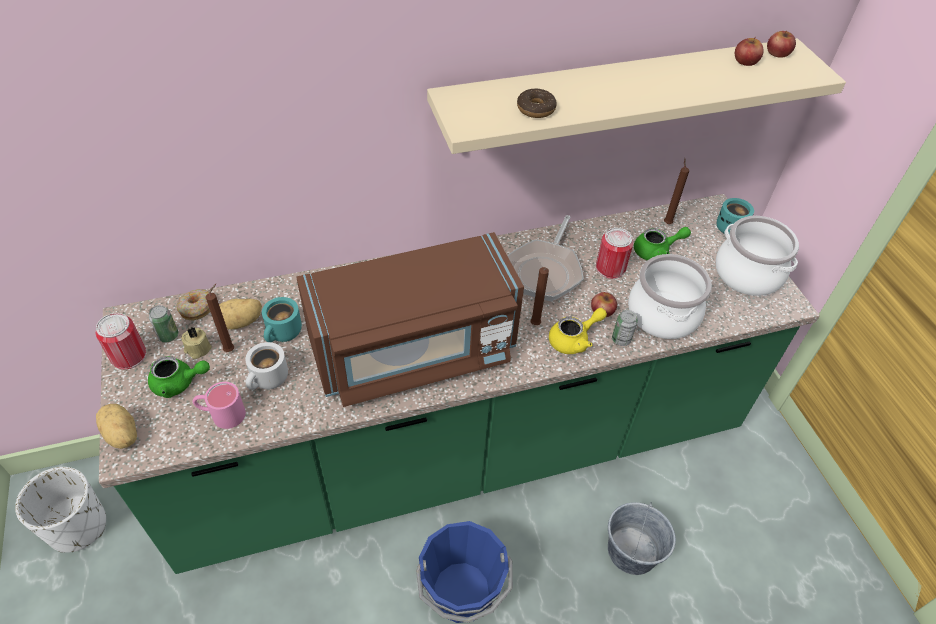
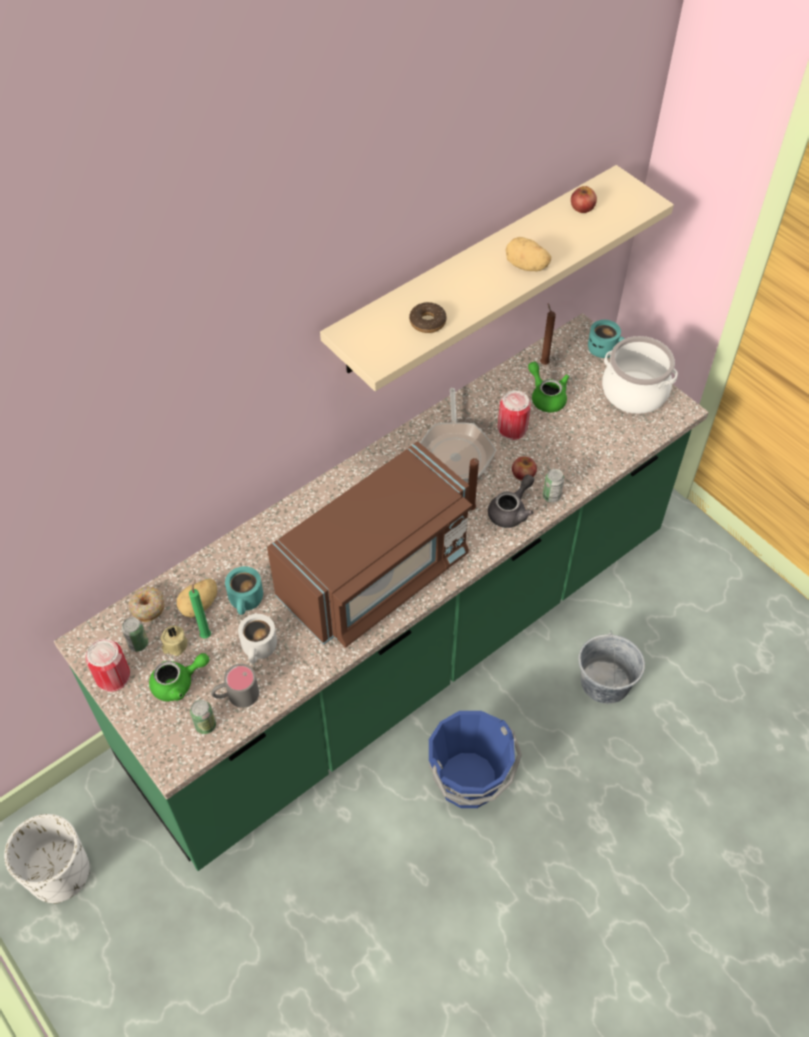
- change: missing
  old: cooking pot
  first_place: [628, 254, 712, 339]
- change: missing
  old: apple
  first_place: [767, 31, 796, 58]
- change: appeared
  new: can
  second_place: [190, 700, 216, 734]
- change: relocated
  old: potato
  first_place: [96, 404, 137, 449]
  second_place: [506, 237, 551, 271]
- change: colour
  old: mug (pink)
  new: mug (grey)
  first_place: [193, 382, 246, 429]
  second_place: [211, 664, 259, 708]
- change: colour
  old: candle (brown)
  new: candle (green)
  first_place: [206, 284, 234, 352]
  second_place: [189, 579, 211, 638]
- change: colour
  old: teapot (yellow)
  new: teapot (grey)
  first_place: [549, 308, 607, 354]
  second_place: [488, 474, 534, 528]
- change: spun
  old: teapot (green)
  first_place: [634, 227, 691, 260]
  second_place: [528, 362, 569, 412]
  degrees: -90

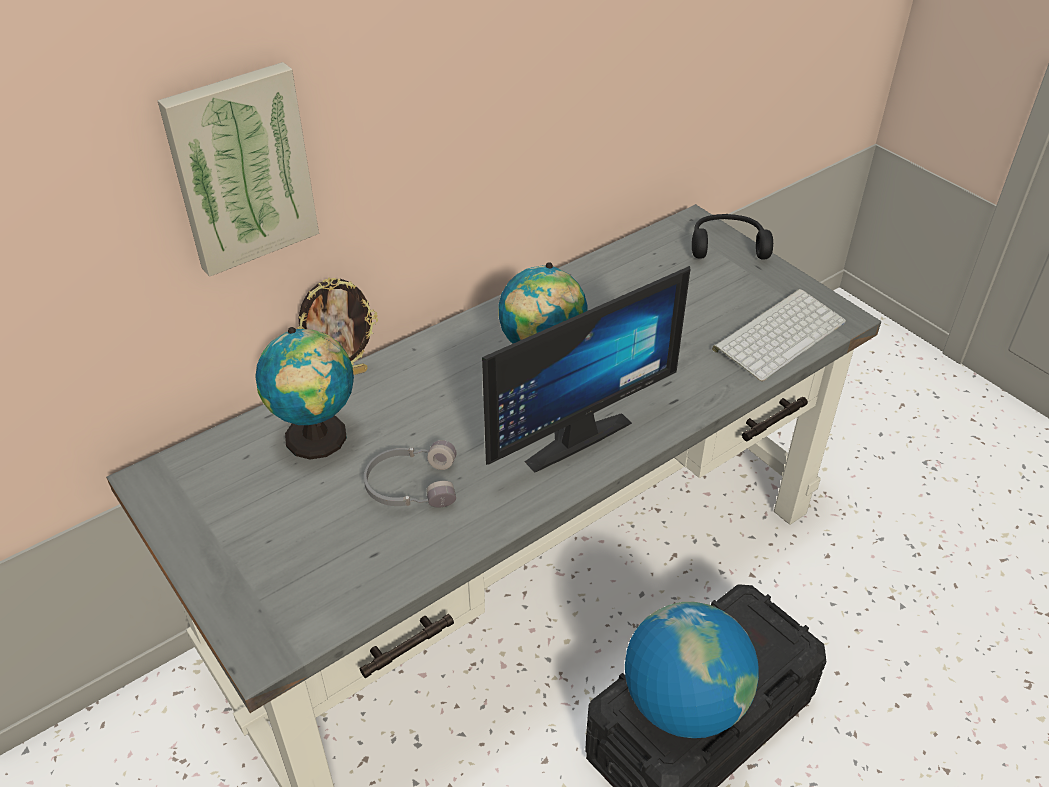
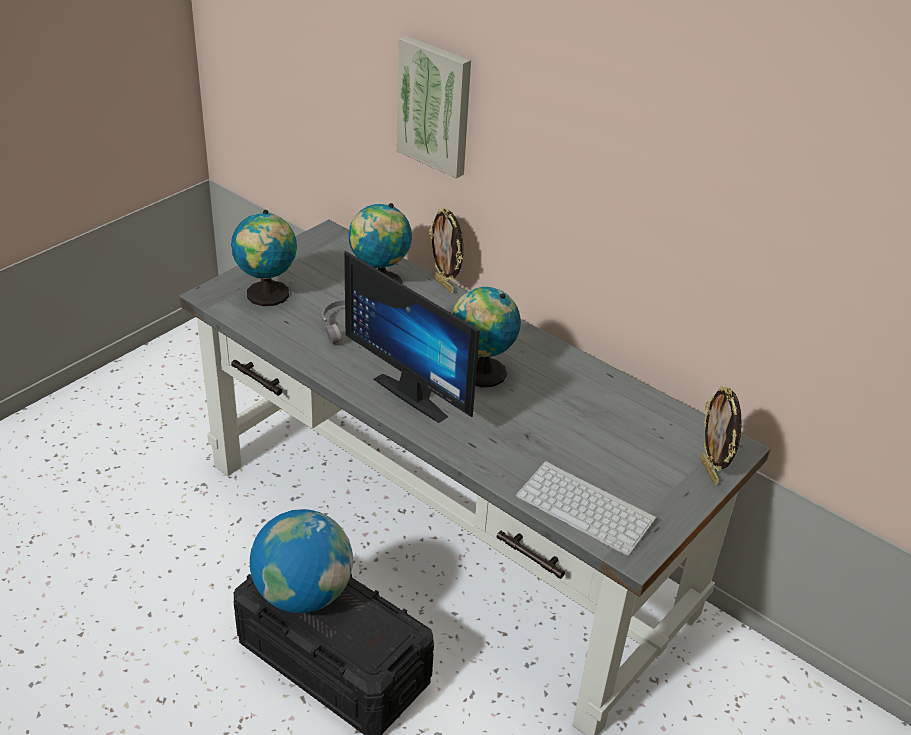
- change: appeared
  new: globe
  second_place: [231, 210, 297, 306]
- change: exchanged
  old: headphones (black)
  new: picture frame
  first_place: [692, 214, 773, 259]
  second_place: [701, 385, 742, 485]

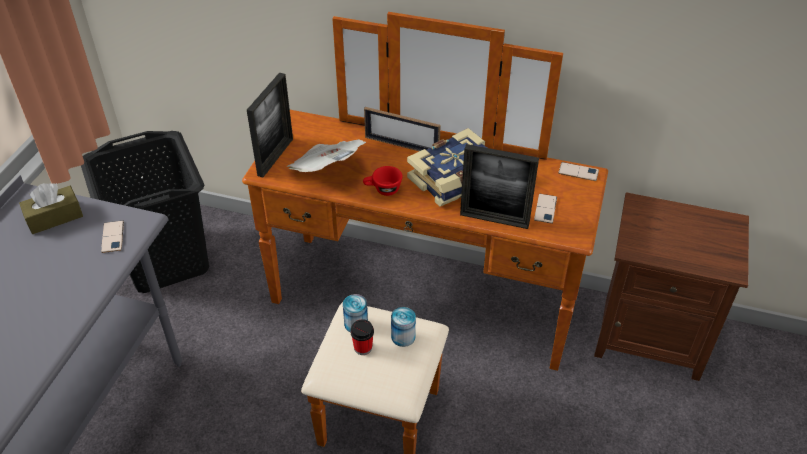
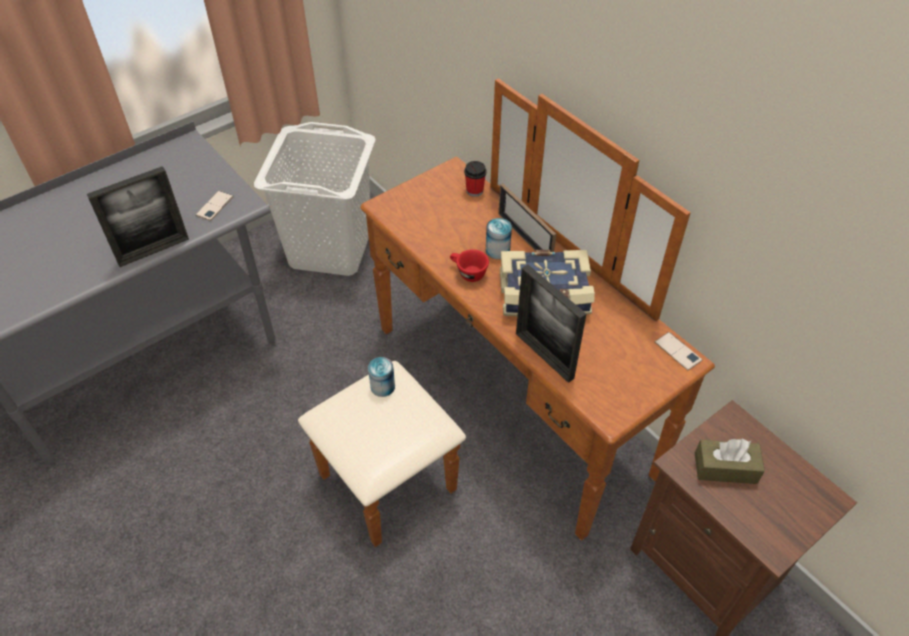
- change: missing
  old: newspaper
  first_place: [287, 139, 366, 172]
- change: missing
  old: phone
  first_place: [534, 194, 557, 224]
- change: relocated
  old: tissue box (brown)
  first_place: [19, 183, 83, 234]
  second_place: [695, 439, 765, 484]
- change: relocated
  old: picture frame
  first_place: [247, 73, 293, 177]
  second_place: [87, 166, 189, 267]
- change: relocated
  old: cup
  first_place: [350, 319, 374, 355]
  second_place: [464, 161, 487, 197]
- change: relocated
  old: can
  first_place: [391, 307, 416, 347]
  second_place: [486, 218, 512, 259]
- change: colour
  old: laundry basket (black)
  new: laundry basket (white)
  first_place: [81, 131, 209, 293]
  second_place: [254, 122, 376, 276]

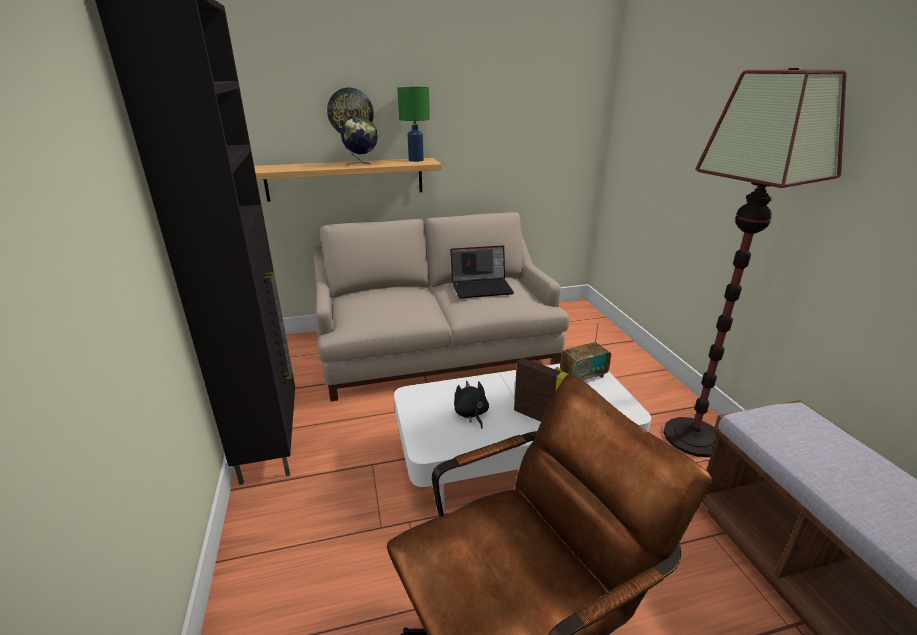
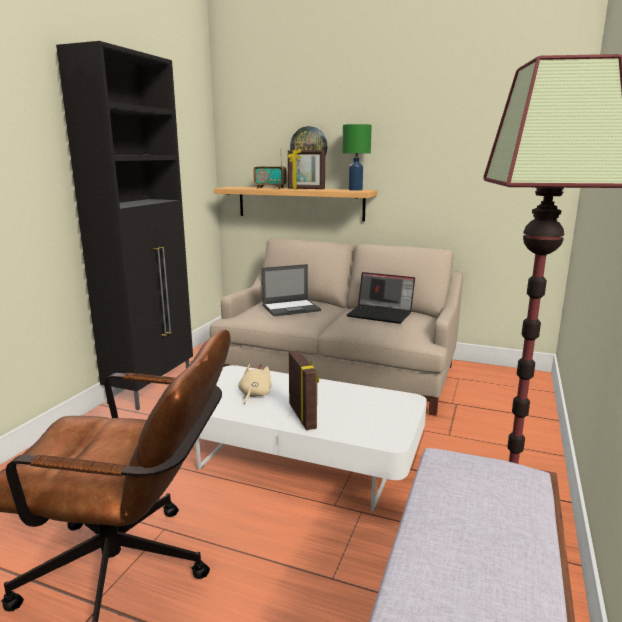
- change: appeared
  new: laptop
  second_place: [261, 264, 321, 316]
- change: relocated
  old: radio
  first_place: [560, 323, 611, 380]
  second_place: [253, 158, 287, 189]
- change: exchanged
  old: globe
  new: picture frame
  first_place: [341, 116, 378, 166]
  second_place: [287, 148, 325, 189]
- change: colour
  old: plush toy (black)
  new: plush toy (beige)
  first_place: [454, 381, 489, 429]
  second_place: [238, 364, 272, 404]

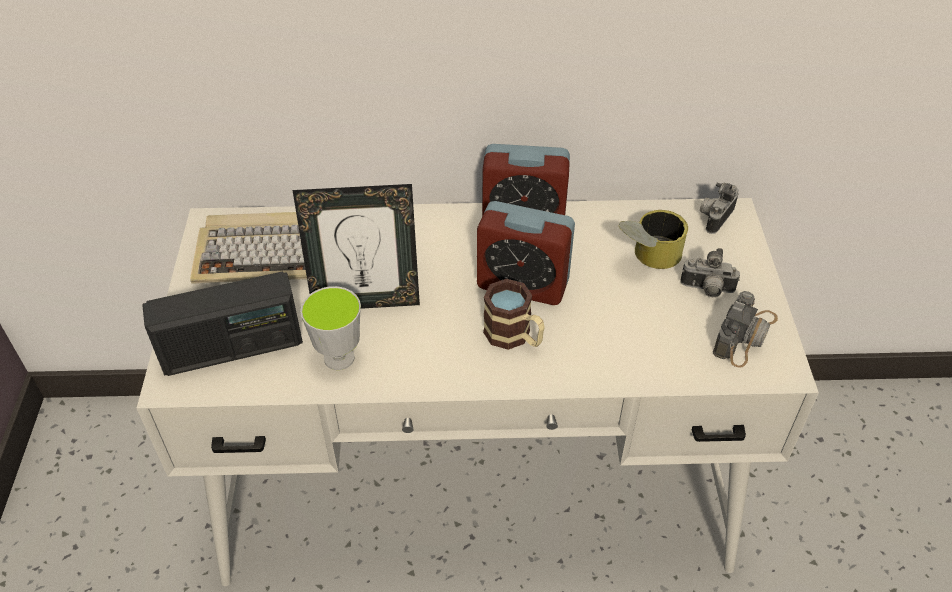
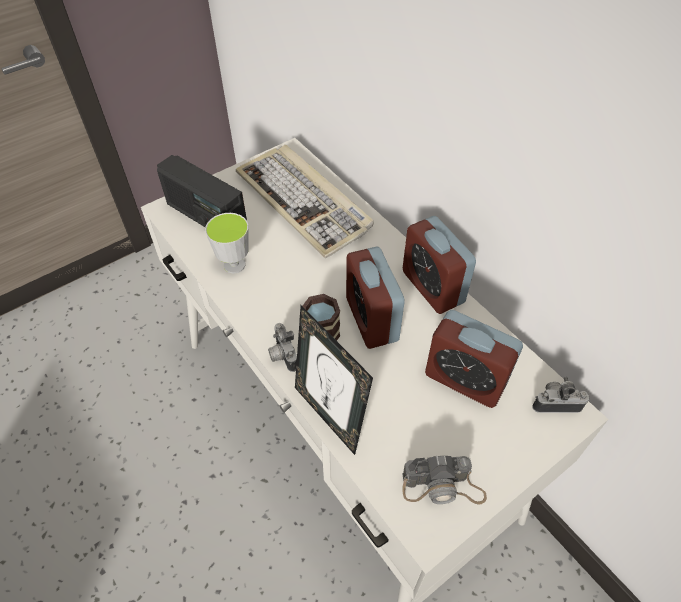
- change: relocated
  old: picture frame
  first_place: [293, 184, 420, 309]
  second_place: [295, 305, 373, 455]
- change: relocated
  old: photo camera
  first_place: [680, 248, 740, 297]
  second_place: [268, 323, 297, 372]
- change: exchanged
  old: can
  new: alarm clock
  first_place: [618, 210, 688, 269]
  second_place: [425, 310, 523, 408]

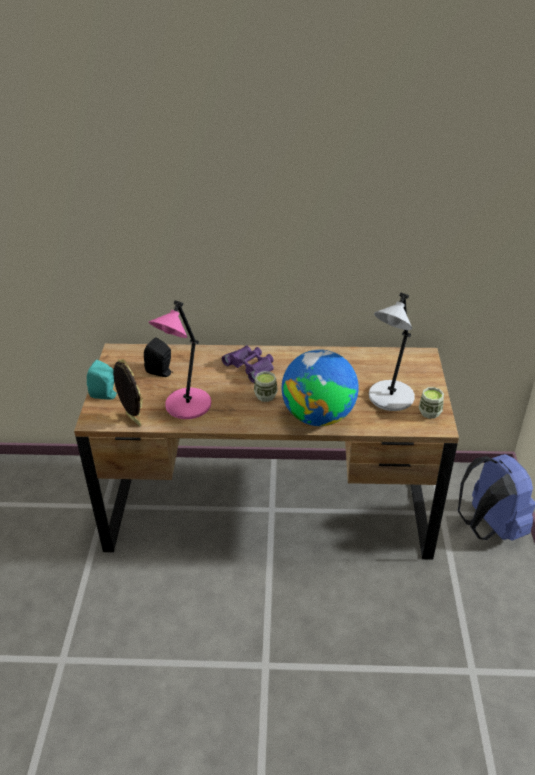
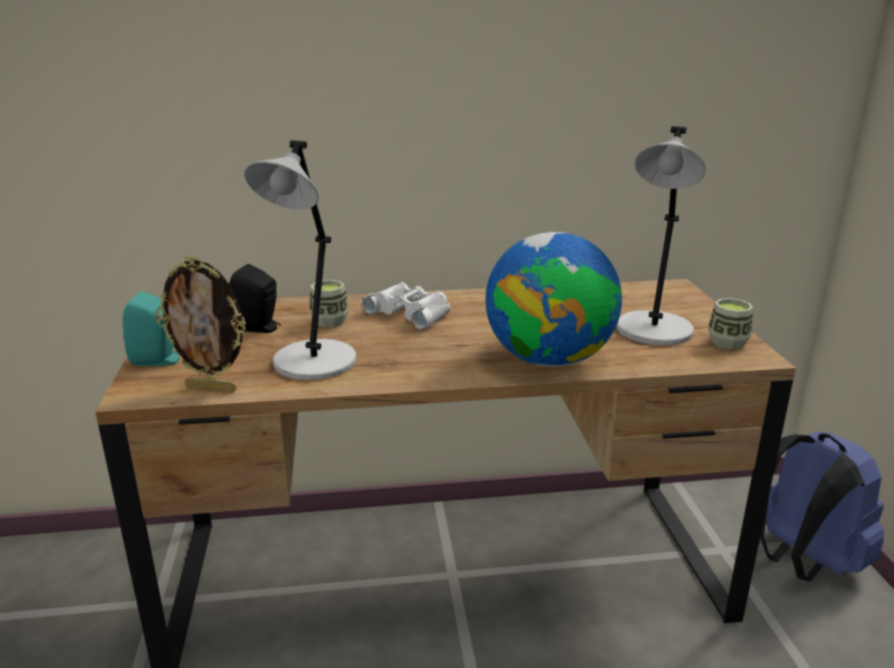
- change: relocated
  old: cup
  first_place: [254, 371, 278, 402]
  second_place: [309, 280, 349, 328]
- change: colour
  old: table lamp (pink)
  new: table lamp (grey)
  first_place: [149, 300, 211, 419]
  second_place: [244, 140, 356, 380]
- change: colour
  old: binoculars (purple)
  new: binoculars (white)
  first_place: [222, 345, 274, 383]
  second_place: [361, 282, 451, 330]
- change: spun
  old: picture frame
  first_place: [113, 359, 143, 427]
  second_place: [155, 256, 246, 393]
  degrees: 150

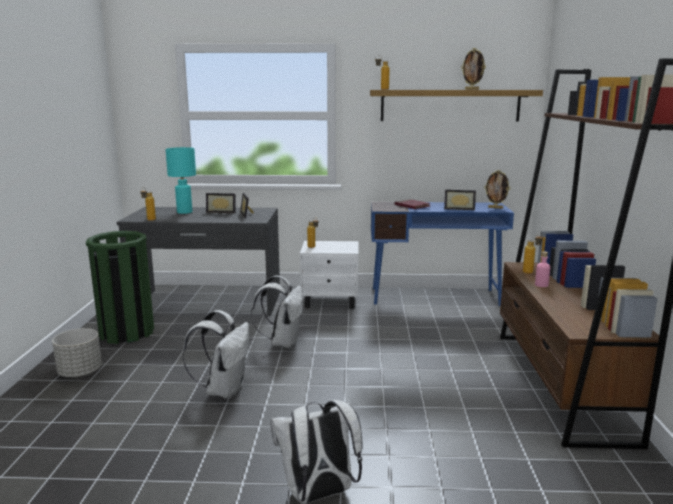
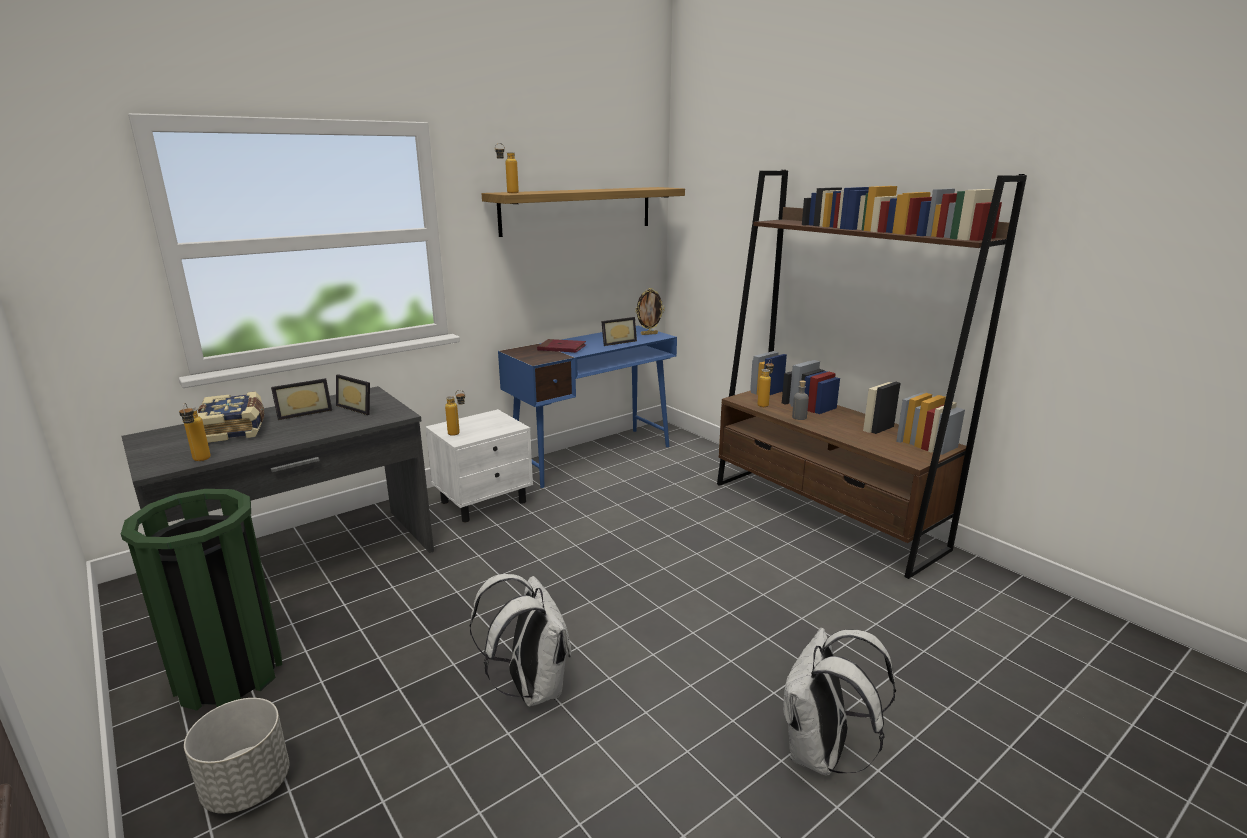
- change: missing
  old: backpack (white)
  first_place: [251, 276, 303, 348]
- change: missing
  old: picture frame
  first_place: [461, 48, 486, 90]
- change: exchanged
  old: table lamp (turquoise)
  new: book
  first_place: [165, 147, 196, 214]
  second_place: [197, 391, 264, 443]
- change: colour
  old: bottle (pink)
  new: bottle (grey)
  first_place: [535, 252, 550, 287]
  second_place: [792, 380, 809, 420]

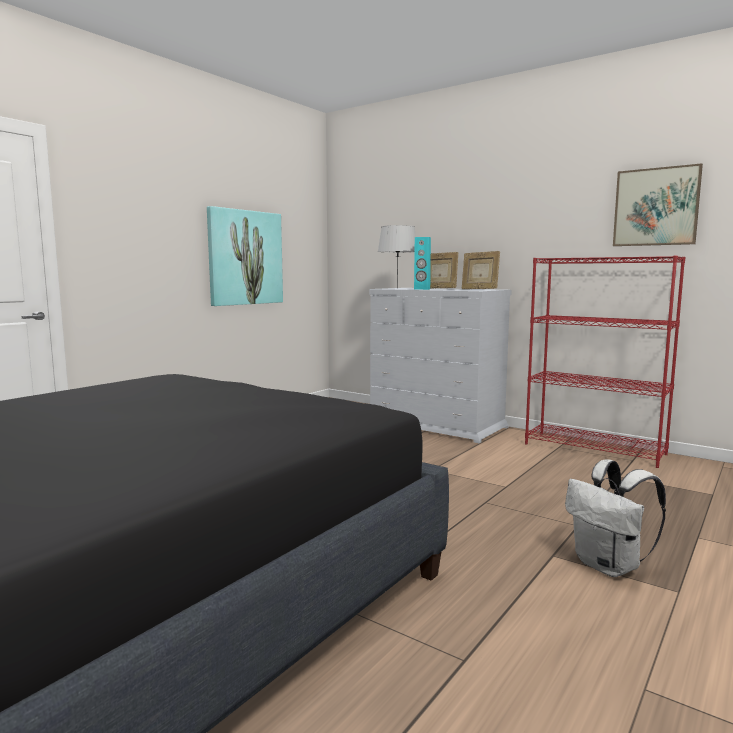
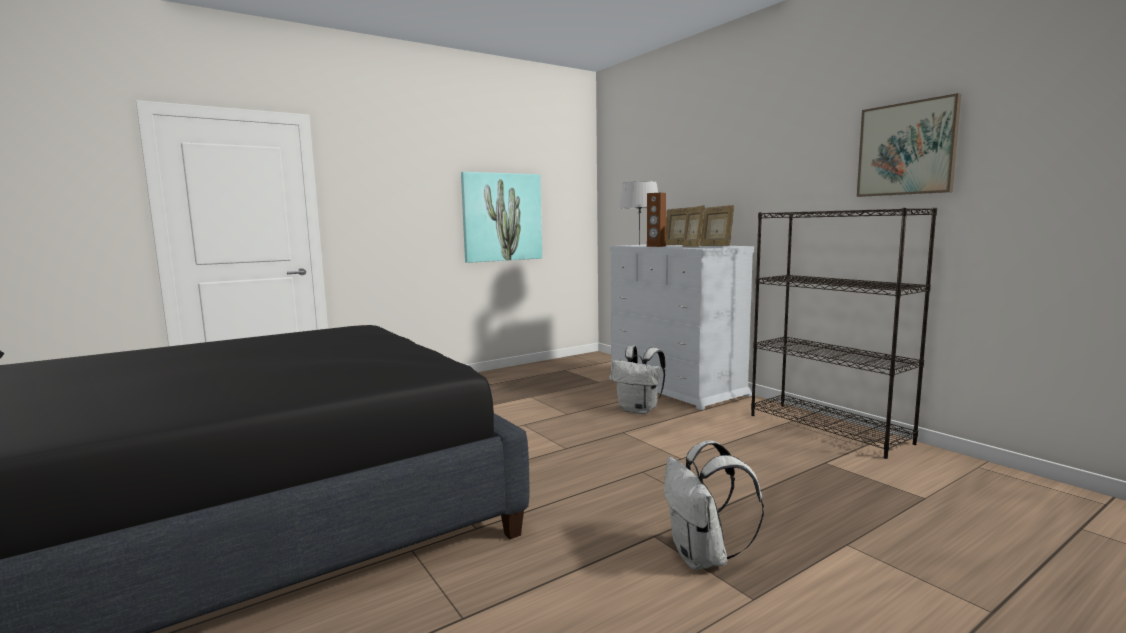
- change: appeared
  new: backpack (white)
  second_place: [611, 346, 665, 414]
- change: appeared
  new: picture frame
  second_place: [682, 205, 705, 247]
- change: colour
  old: speaker (turquoise)
  new: speaker (brown)
  first_place: [414, 237, 431, 290]
  second_place: [647, 193, 666, 247]
- change: colour
  old: bookcase (red)
  new: bookcase (black)
  first_place: [525, 255, 685, 468]
  second_place: [751, 208, 937, 459]

